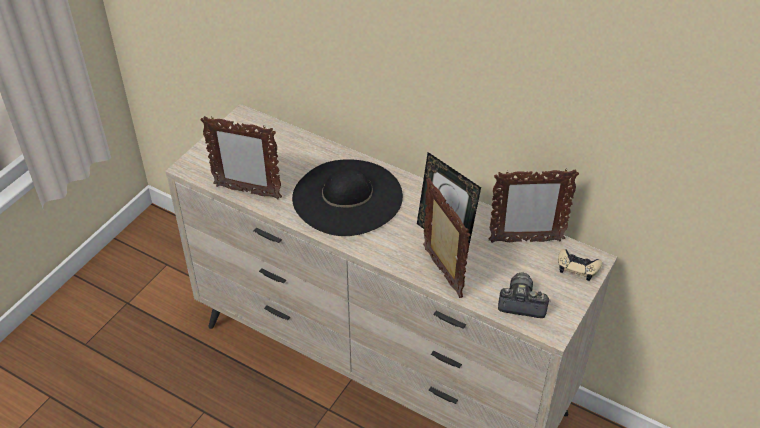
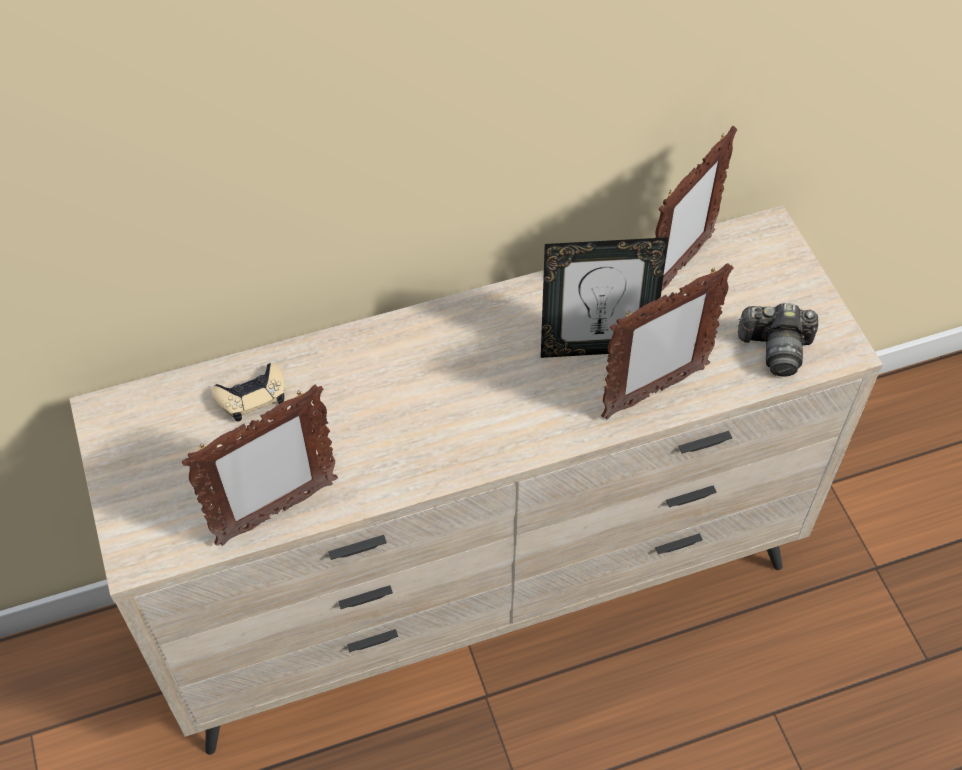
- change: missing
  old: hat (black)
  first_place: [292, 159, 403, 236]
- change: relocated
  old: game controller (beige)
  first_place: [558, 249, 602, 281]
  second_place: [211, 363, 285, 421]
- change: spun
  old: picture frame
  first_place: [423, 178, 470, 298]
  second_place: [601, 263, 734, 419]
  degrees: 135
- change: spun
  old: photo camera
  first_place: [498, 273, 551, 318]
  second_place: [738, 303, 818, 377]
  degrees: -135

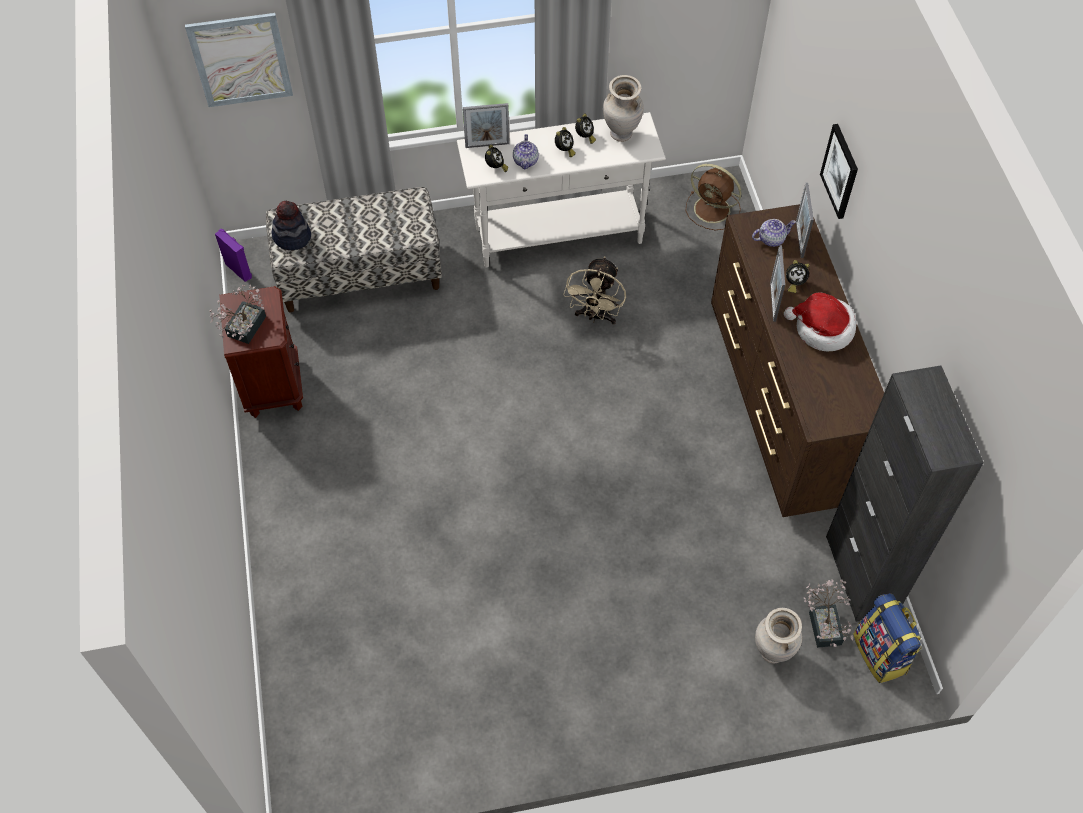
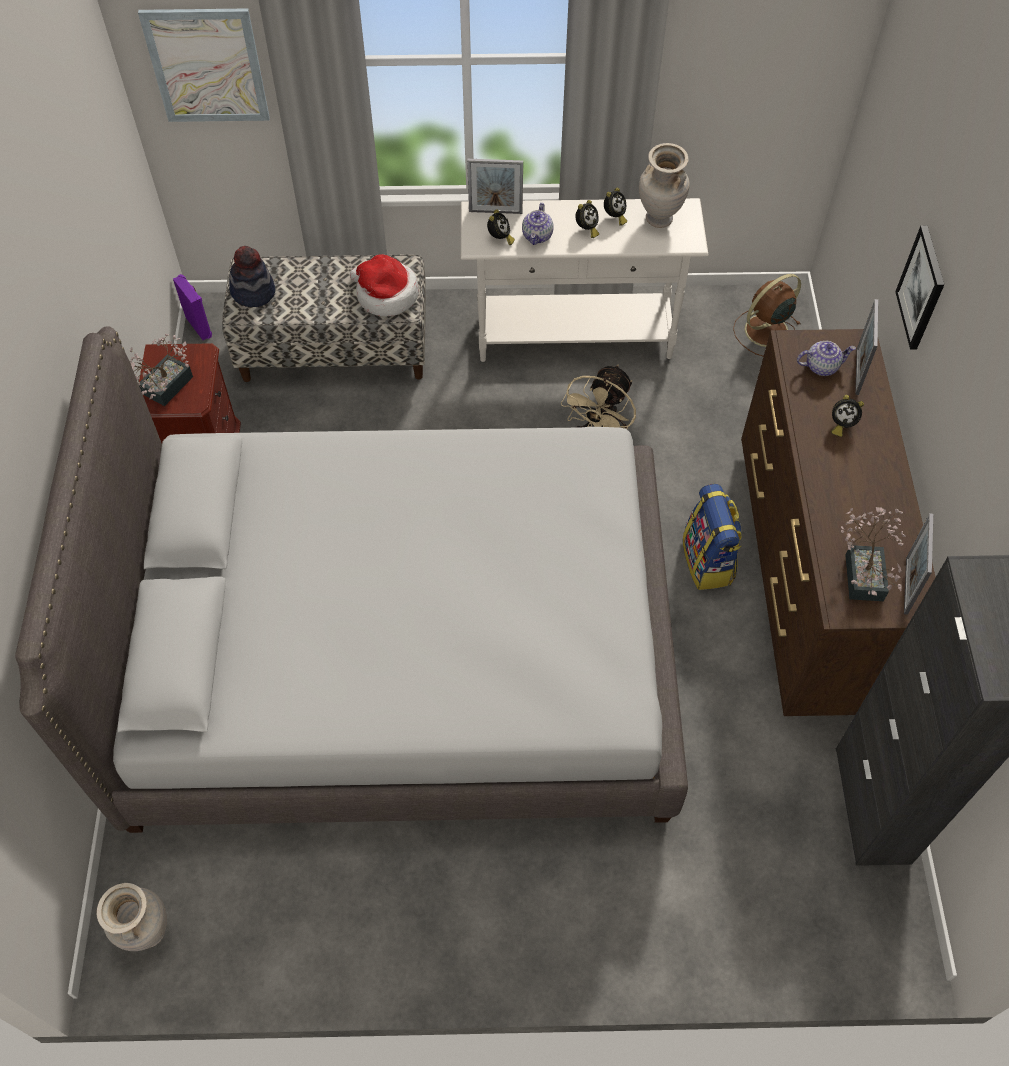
- change: appeared
  new: bed (grey)
  second_place: [15, 326, 688, 833]
- change: relocated
  old: vase (beige)
  first_place: [755, 608, 802, 664]
  second_place: [96, 883, 167, 951]
- change: relocated
  old: picture frame
  first_place: [770, 245, 785, 322]
  second_place: [904, 513, 933, 615]
- change: relocated
  old: hat
  first_place: [784, 292, 856, 351]
  second_place: [350, 254, 419, 316]
- change: relocated
  old: potted plant
  first_place: [804, 579, 853, 648]
  second_place: [841, 507, 906, 601]
- change: relocated
  old: backpack
  first_place: [853, 593, 922, 683]
  second_place: [683, 484, 742, 590]
- change: spun
  old: fan (brown)
  first_place: [685, 164, 742, 230]
  second_place: [733, 274, 801, 356]
  degrees: 105

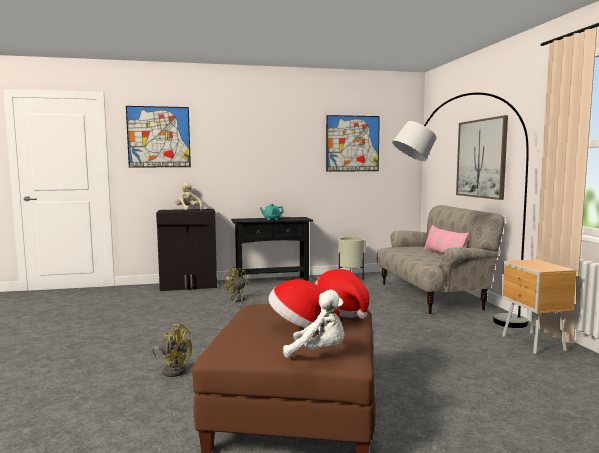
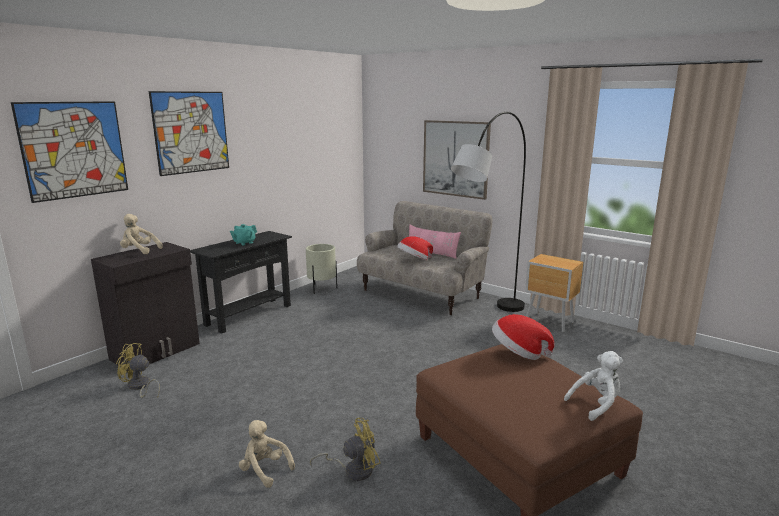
- change: appeared
  new: plush toy (beige)
  second_place: [239, 420, 295, 488]
- change: relocated
  old: fan (yellow)
  first_place: [223, 267, 247, 307]
  second_place: [116, 343, 160, 398]
- change: relocated
  old: hat
  first_place: [268, 279, 340, 331]
  second_place: [397, 236, 433, 260]
- change: relocated
  old: picture
  first_place: [326, 115, 380, 172]
  second_place: [149, 91, 229, 176]

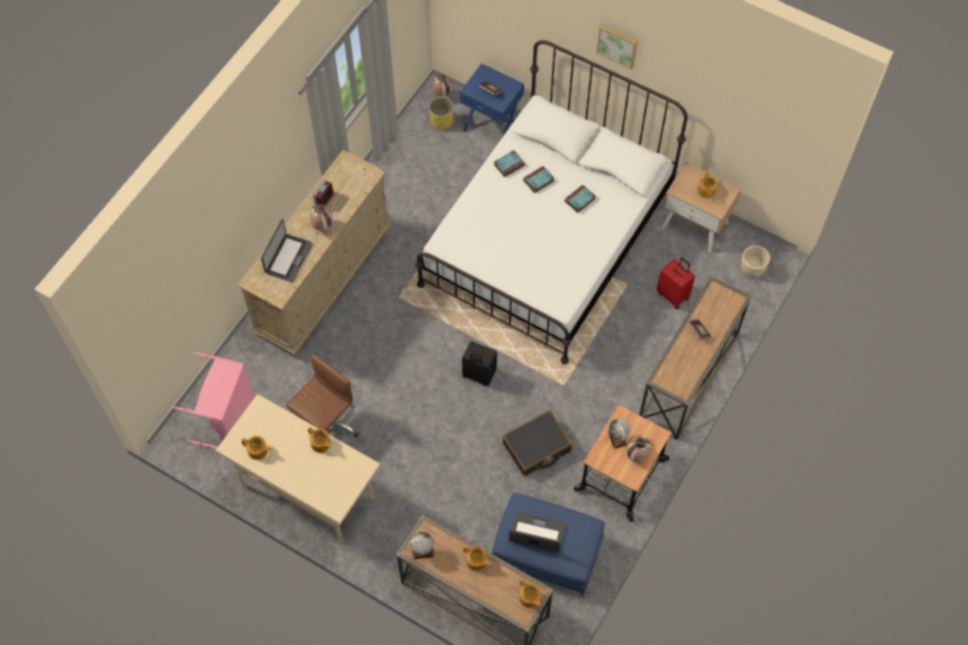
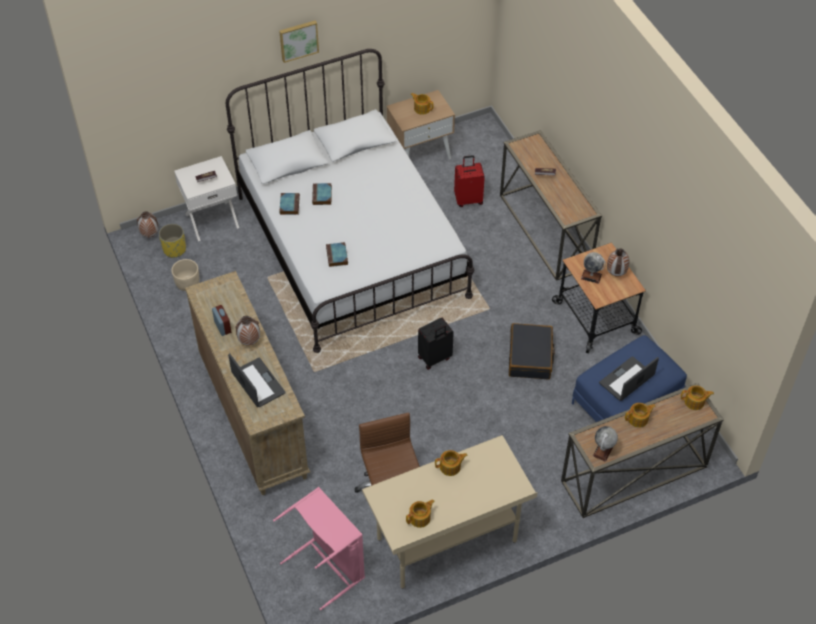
- change: relocated
  old: book
  first_place: [565, 185, 596, 213]
  second_place: [326, 242, 348, 267]
- change: relocated
  old: planter (beige)
  first_place: [741, 246, 770, 278]
  second_place: [171, 259, 199, 291]
- change: colour
  old: nightstand (blue)
  new: nightstand (white)
  first_place: [460, 63, 524, 137]
  second_place: [174, 156, 239, 241]

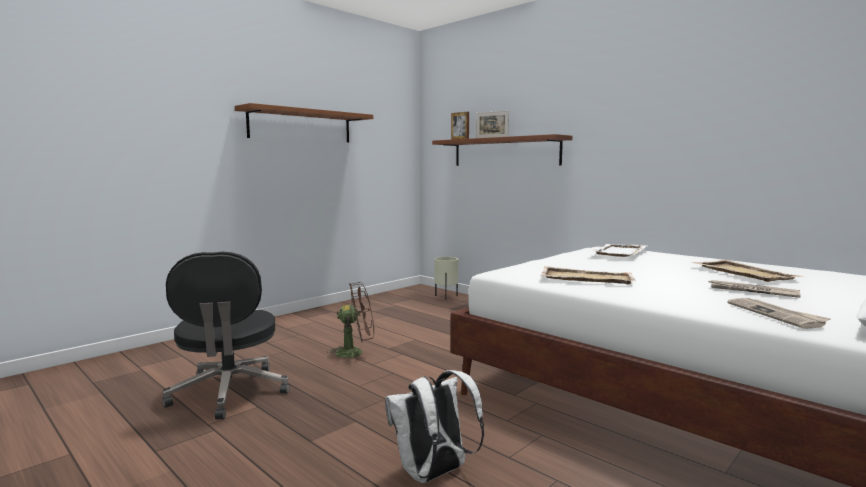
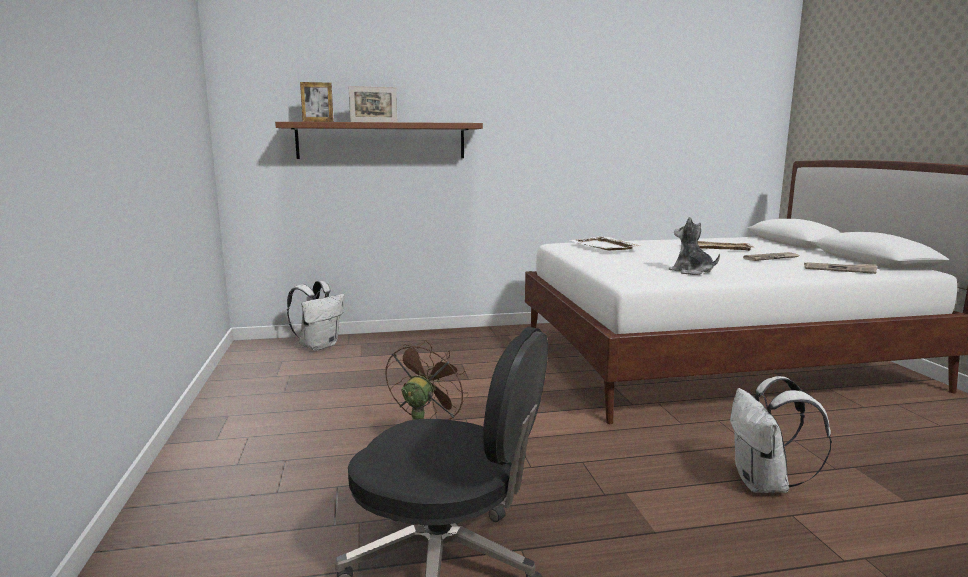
- change: missing
  old: shelf (brown)
  first_place: [235, 103, 373, 142]
- change: exchanged
  old: planter (beige)
  new: backpack (white)
  first_place: [434, 257, 458, 300]
  second_place: [287, 281, 345, 351]
- change: exchanged
  old: tray (beige)
  new: plush toy
  first_place: [540, 266, 635, 284]
  second_place: [669, 217, 720, 275]

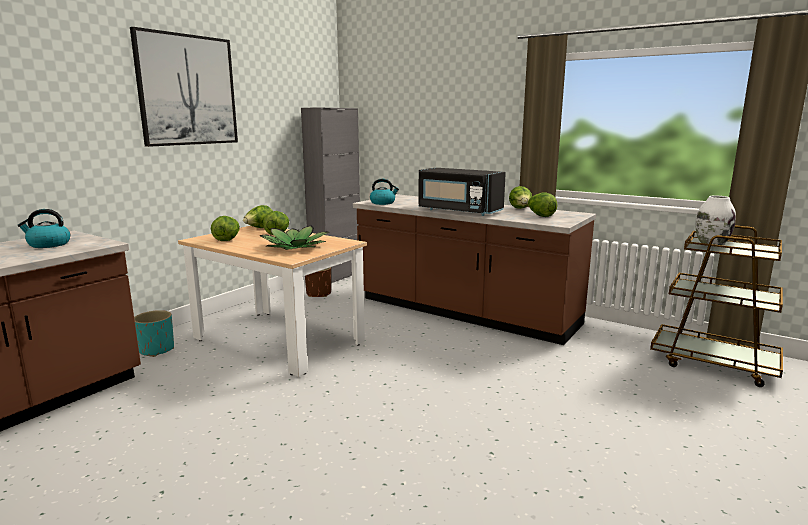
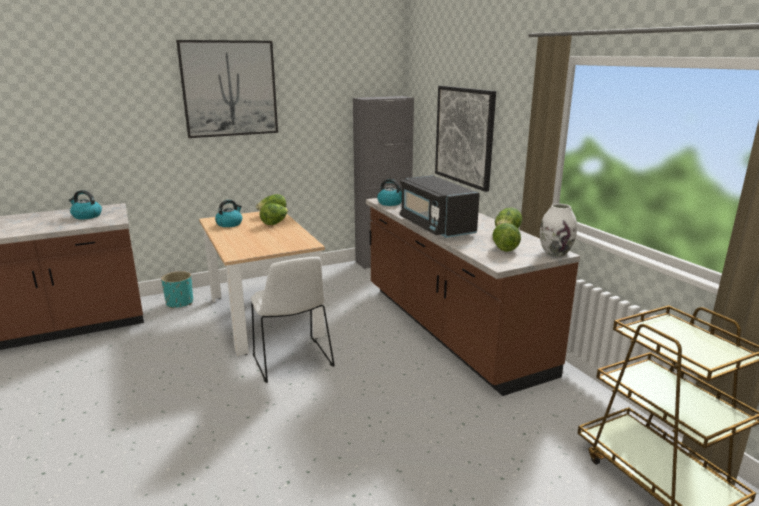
- change: missing
  old: potted plant
  first_place: [259, 226, 329, 250]
- change: missing
  old: planter (brown)
  first_place: [305, 267, 331, 297]
- change: appeared
  new: chair (white)
  second_place: [251, 257, 335, 383]
- change: appeared
  new: picture
  second_place: [435, 86, 496, 192]
- change: relocated
  old: vase (white)
  first_place: [696, 196, 736, 245]
  second_place: [540, 204, 577, 256]
- change: exchanged
  old: lettuce
  new: kettle
  first_place: [211, 216, 240, 241]
  second_place: [215, 200, 242, 227]

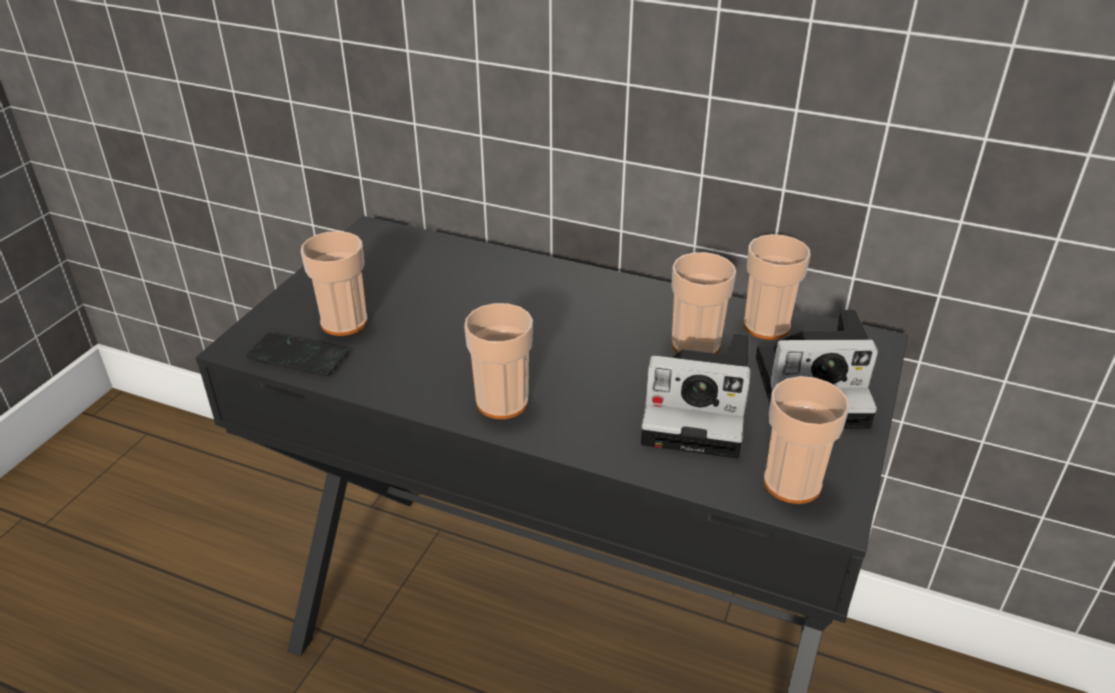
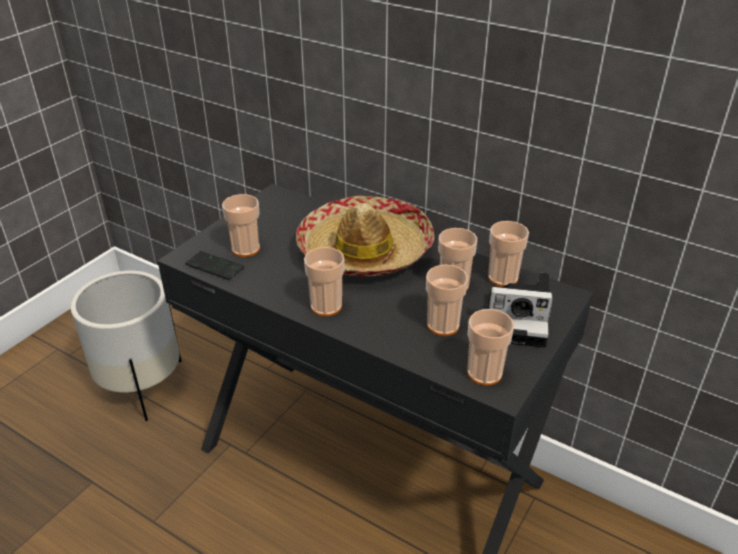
- change: appeared
  new: planter (white)
  second_place: [70, 271, 182, 421]
- change: appeared
  new: hat
  second_place: [296, 196, 434, 277]
- change: exchanged
  old: photo camera
  new: cup
  first_place: [641, 334, 751, 458]
  second_place: [426, 265, 468, 336]

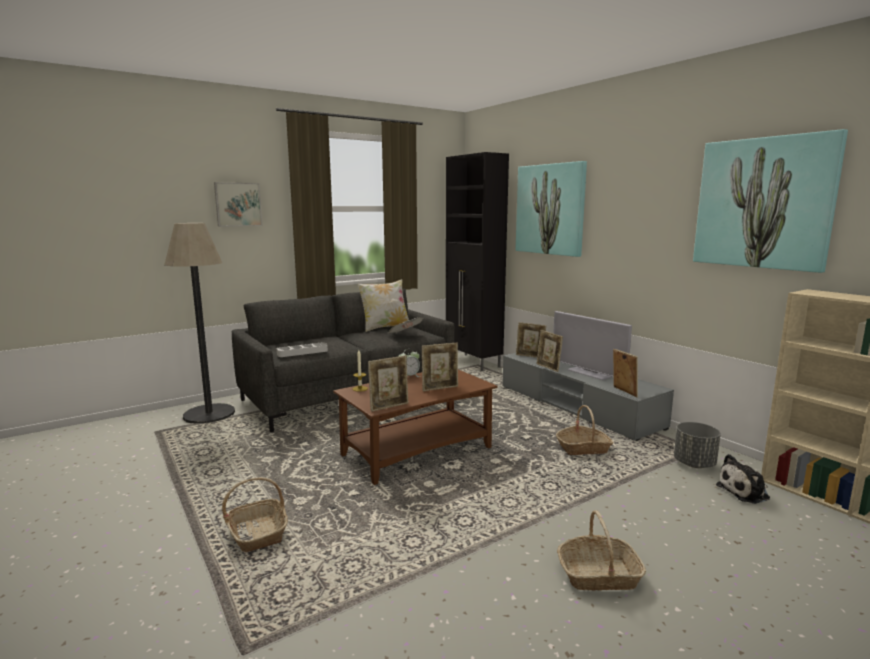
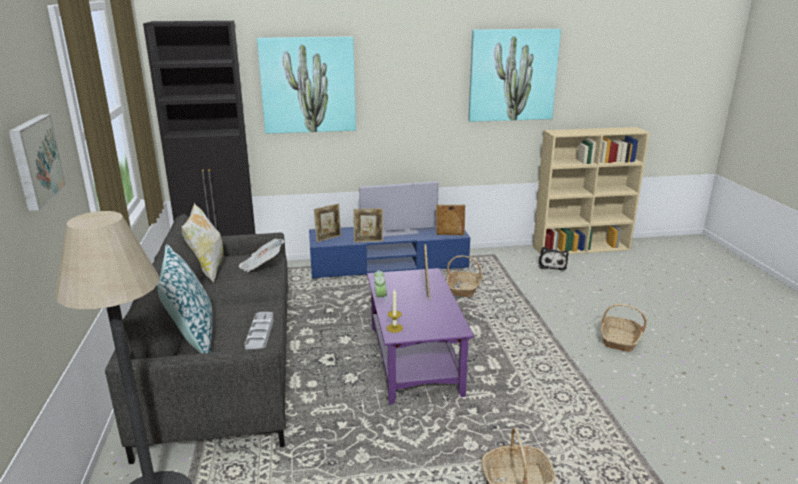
- change: missing
  old: picture frame
  first_place: [368, 356, 408, 412]
- change: missing
  old: planter (grey)
  first_place: [674, 422, 721, 468]
- change: appeared
  new: pillow
  second_place: [157, 244, 213, 354]
- change: colour
  old: coffee table (brown)
  new: coffee table (purple)
  first_place: [333, 370, 498, 485]
  second_place: [367, 268, 474, 405]
- change: colour
  old: tv stand (grey)
  new: tv stand (blue)
  first_place: [502, 353, 674, 441]
  second_place: [309, 227, 470, 279]

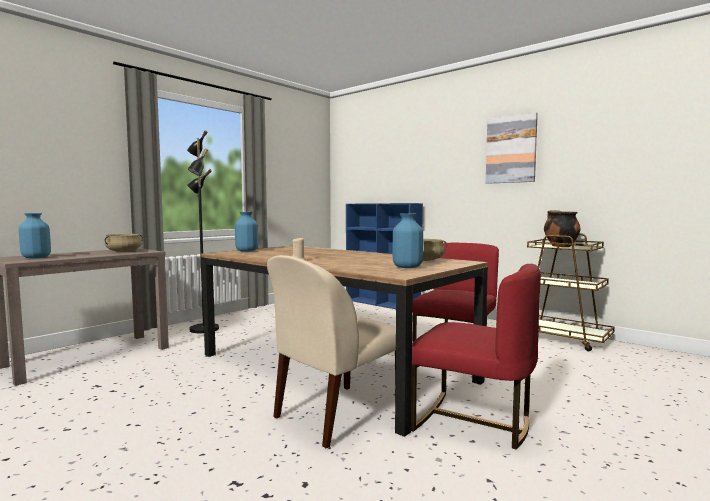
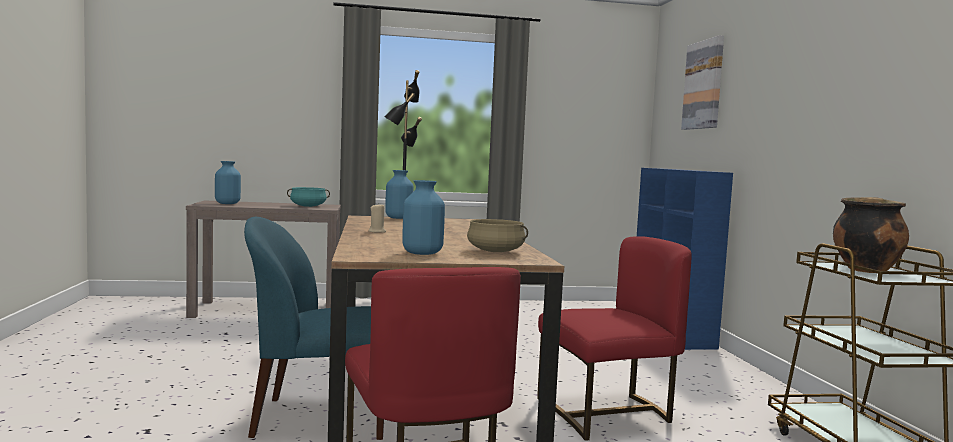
- change: relocated
  old: picture
  first_place: [486, 112, 538, 184]
  second_place: [681, 35, 724, 130]
- change: colour
  old: cooking pot (beige)
  new: cooking pot (turquoise)
  first_place: [105, 234, 143, 252]
  second_place: [287, 187, 330, 207]
- change: colour
  old: chair (beige)
  new: chair (blue)
  first_place: [267, 255, 396, 449]
  second_place: [244, 217, 384, 440]

